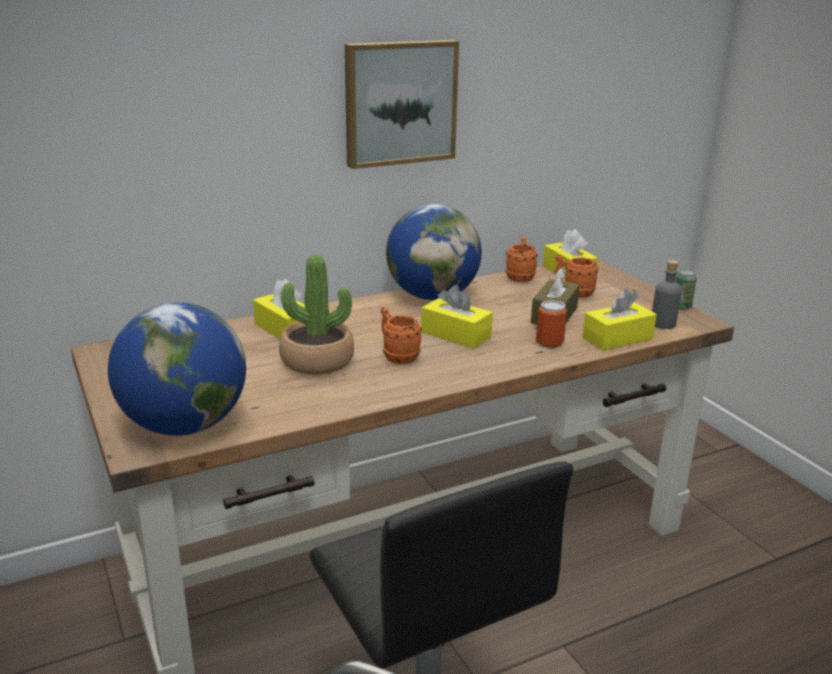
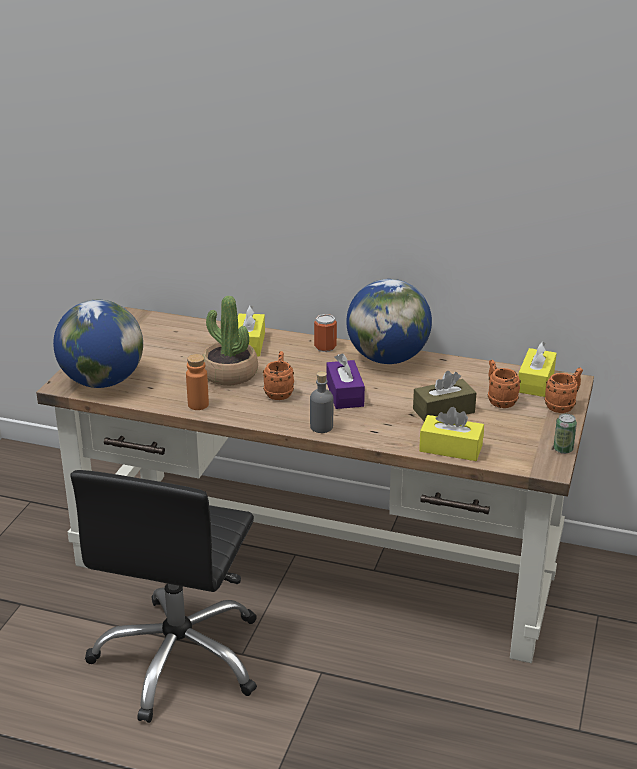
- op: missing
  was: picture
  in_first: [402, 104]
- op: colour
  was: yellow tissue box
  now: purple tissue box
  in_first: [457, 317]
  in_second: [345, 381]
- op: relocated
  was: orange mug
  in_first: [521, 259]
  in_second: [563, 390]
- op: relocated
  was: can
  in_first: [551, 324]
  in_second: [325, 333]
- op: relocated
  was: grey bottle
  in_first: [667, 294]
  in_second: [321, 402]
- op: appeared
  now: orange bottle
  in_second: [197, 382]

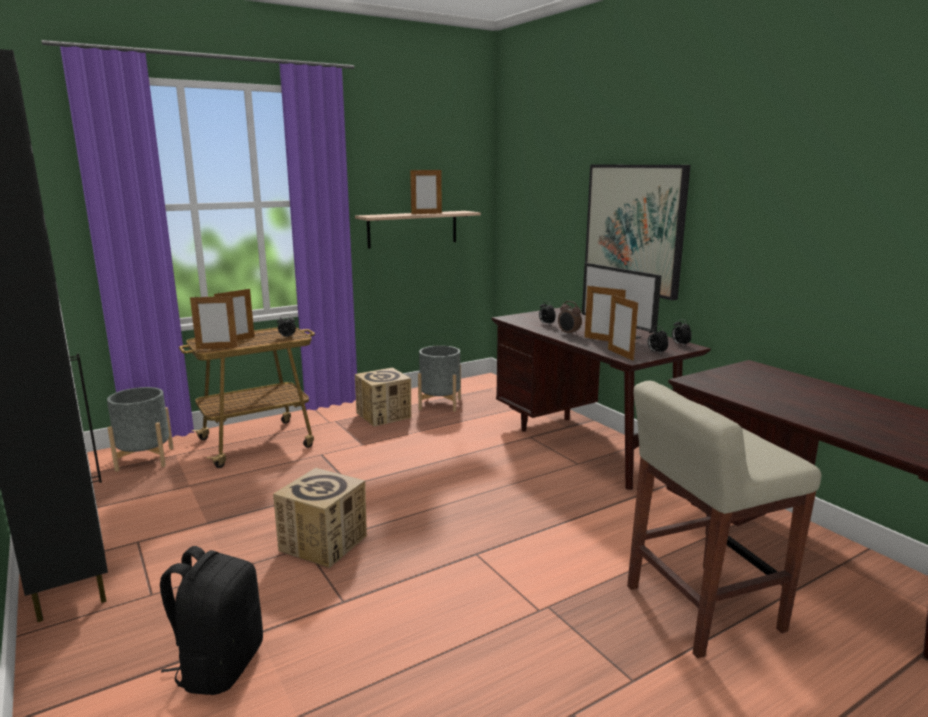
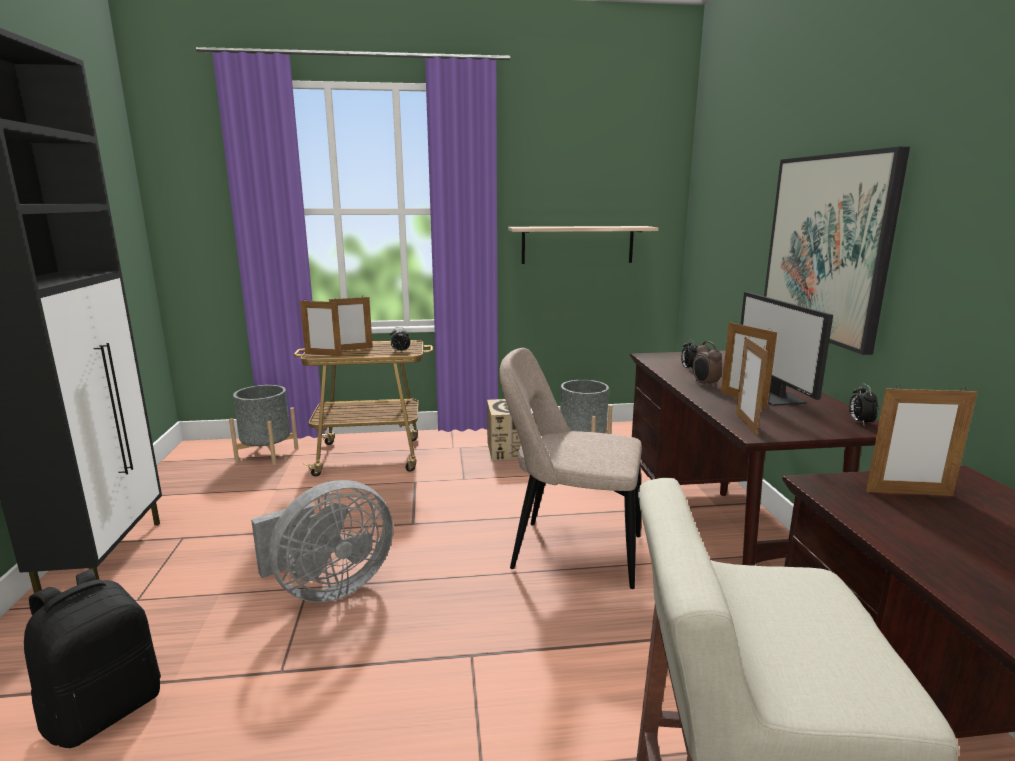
- op: exchanged
  was: cardboard box
  now: grey fan
  in_first: [320, 518]
  in_second: [322, 541]
- op: relocated
  was: picture frame
  in_first: [426, 191]
  in_second: [921, 440]
- op: missing
  was: alarm clock
  in_first: [658, 339]
- op: appeared
  now: beige chair
  in_second: [570, 468]

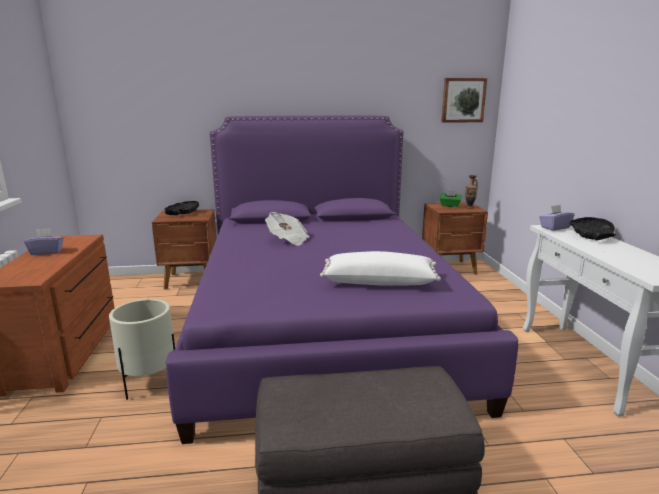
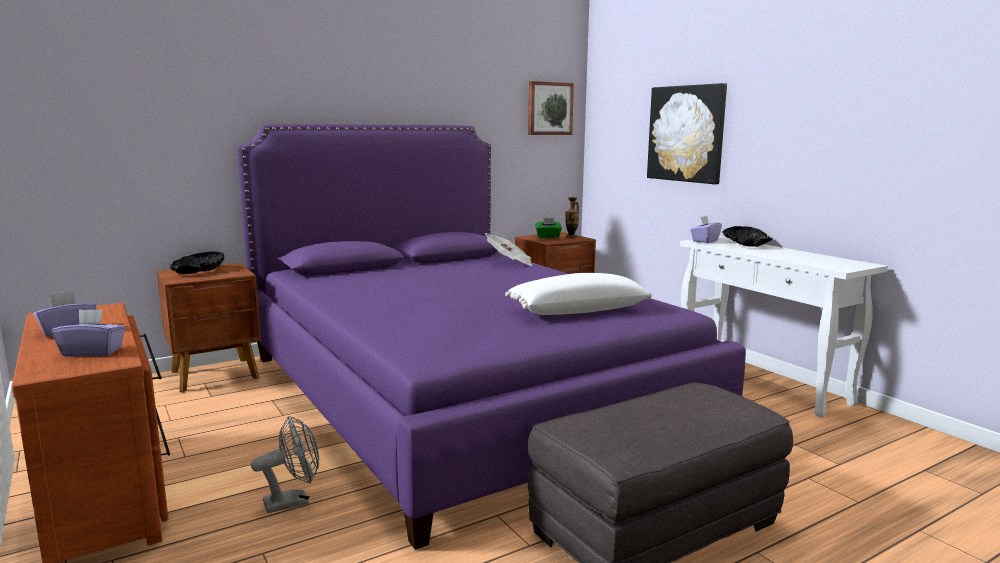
- op: exchanged
  was: beige planter
  now: grey fan
  in_first: [142, 349]
  in_second: [285, 464]
- op: relocated
  was: newspaper
  in_first: [287, 229]
  in_second: [508, 249]
- op: appeared
  now: purple tissue box
  in_second: [89, 333]
- op: appeared
  now: picture
  in_second: [687, 133]

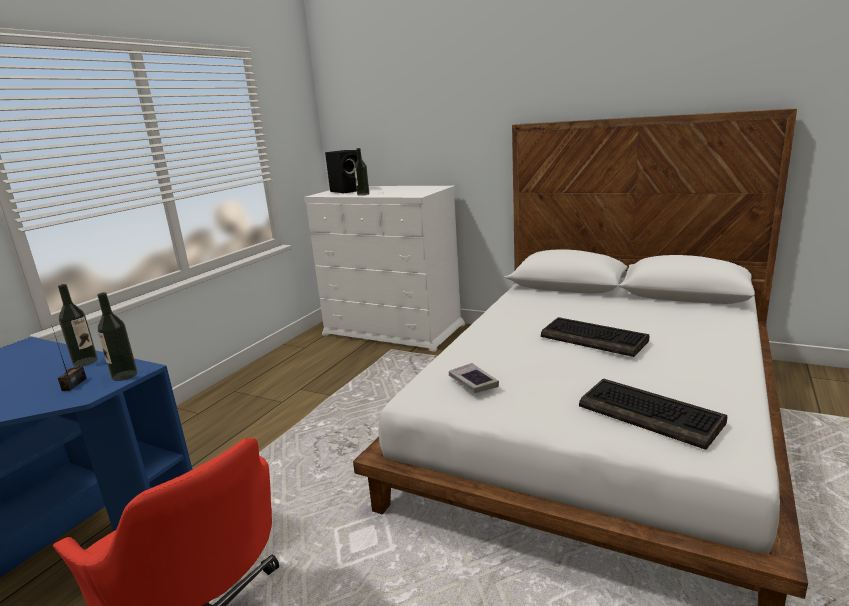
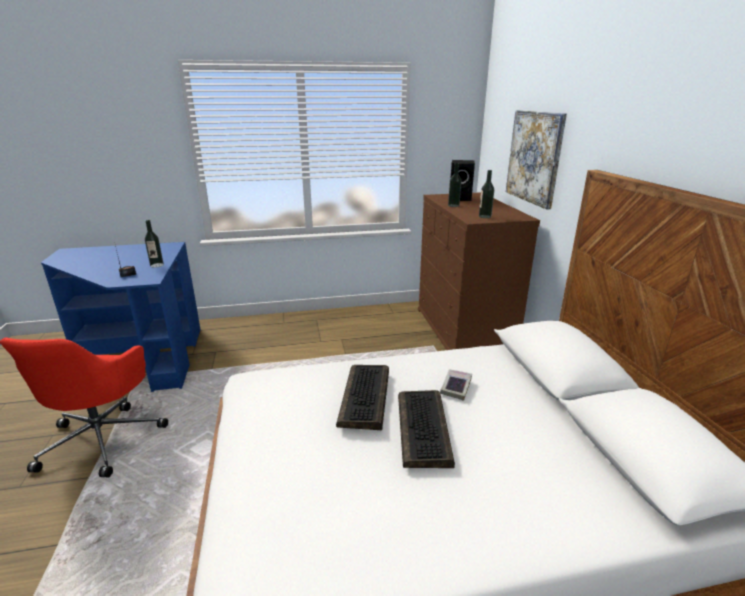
- op: relocated
  was: bottle
  in_first: [117, 336]
  in_second: [486, 194]
- op: colour
  was: white dresser
  now: brown dresser
  in_first: [384, 269]
  in_second: [479, 271]
- op: relocated
  was: book
  in_first: [474, 378]
  in_second: [456, 385]
- op: relocated
  was: keyboard
  in_first: [653, 414]
  in_second: [362, 397]
- op: appeared
  now: picture
  in_second: [536, 160]

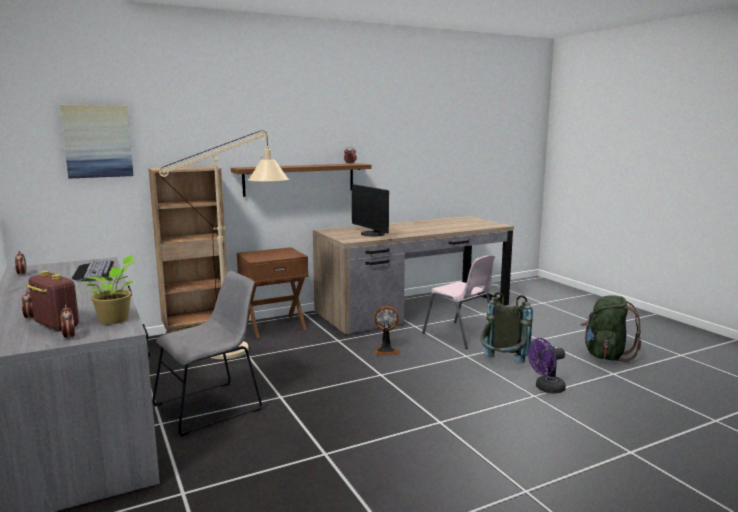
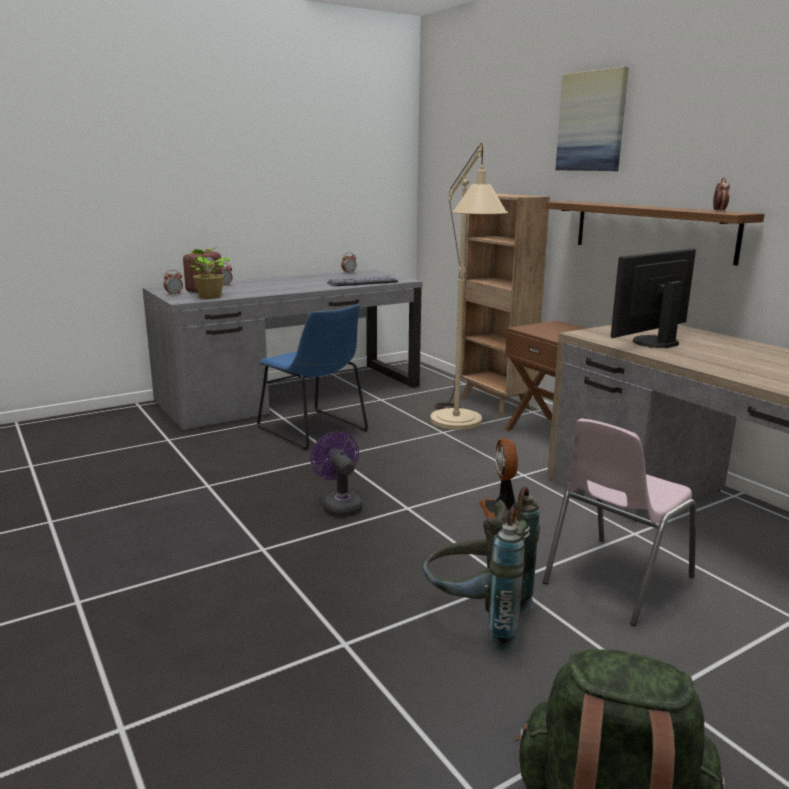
- op: relocated
  was: picture
  in_first: [96, 142]
  in_second: [592, 118]
- op: colour
  was: grey chair
  now: blue chair
  in_first: [207, 354]
  in_second: [312, 377]
- op: relocated
  was: purple fan
  in_first: [547, 366]
  in_second: [336, 474]

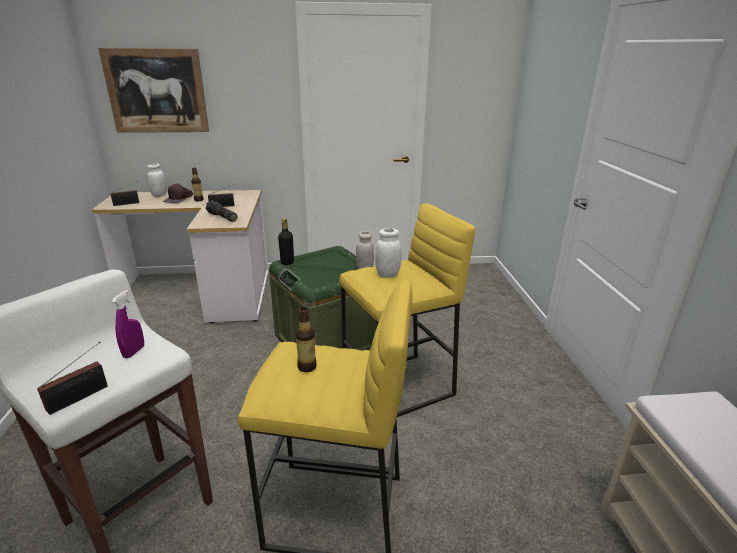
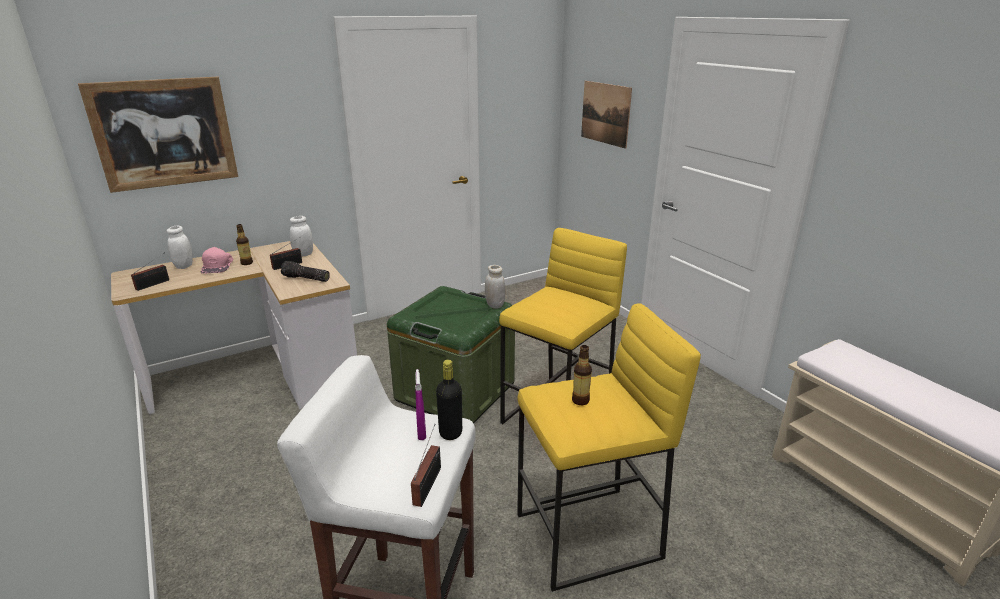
- op: colour
  was: brown cap
  now: pink cap
  in_first: [178, 193]
  in_second: [216, 260]
- op: relocated
  was: black bottle
  in_first: [286, 241]
  in_second: [449, 400]
- op: relocated
  was: white jar
  in_first: [388, 253]
  in_second: [301, 236]
- op: appeared
  now: picture
  in_second: [606, 115]

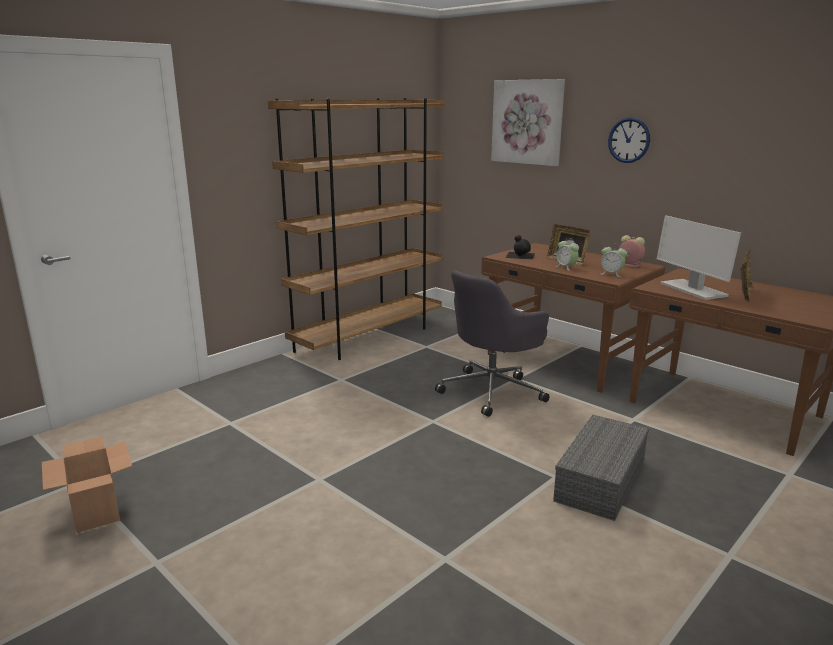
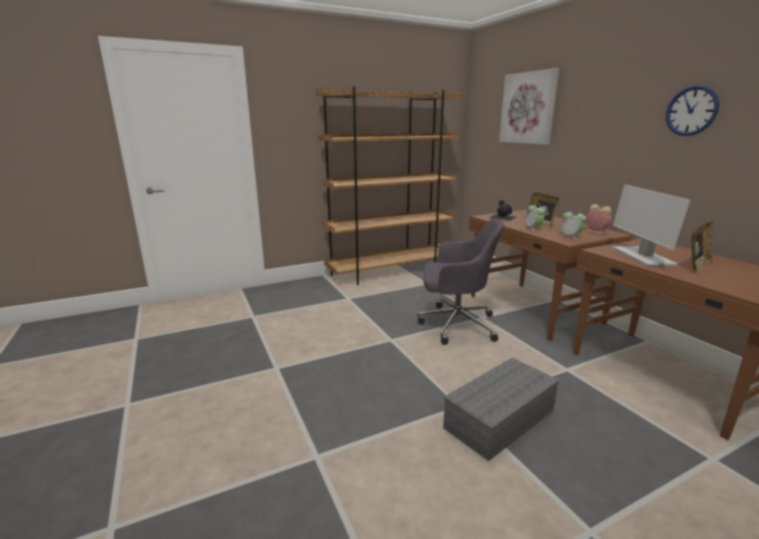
- op: missing
  was: cardboard box
  in_first: [87, 485]
- op: spun
  was: grey office chair
  in_first: [492, 343]
  in_second: [460, 282]
  clockwise: -150
- op: relocated
  was: wall clock
  in_first: [629, 140]
  in_second: [692, 110]

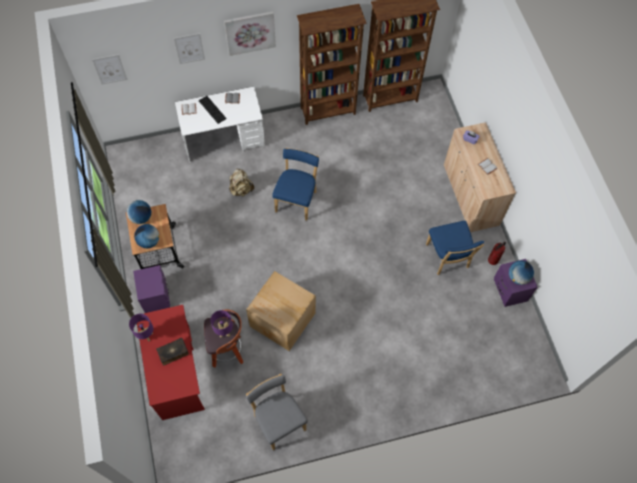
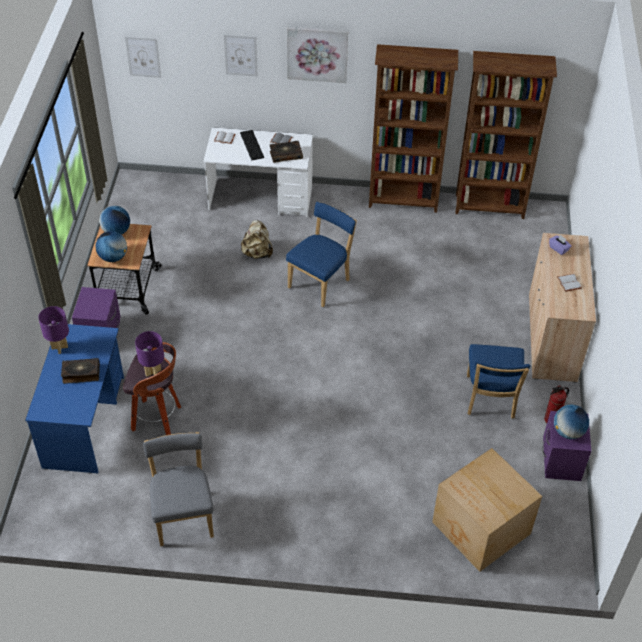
- op: colour
  was: red desk
  now: blue desk
  in_first: [171, 362]
  in_second: [74, 398]
- op: relocated
  was: cardboard box
  in_first: [281, 311]
  in_second: [487, 510]
- op: appeared
  now: book
  in_second: [286, 152]

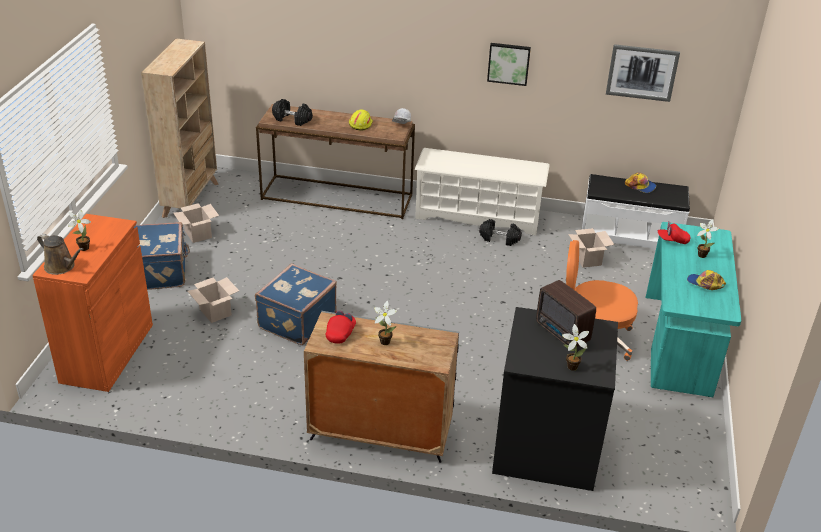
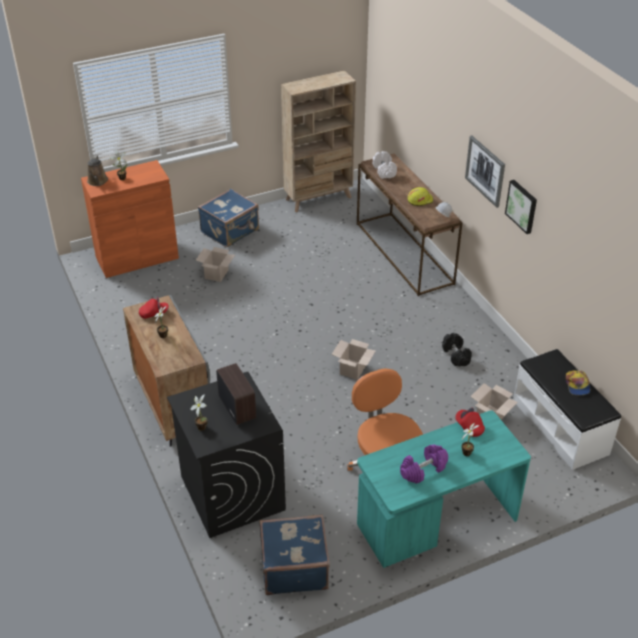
- op: relocated
  was: cardboard box
  in_first: [196, 223]
  in_second: [354, 359]
- op: relocated
  was: blue suitcase
  in_first: [296, 304]
  in_second: [294, 554]
- op: colour
  was: black dumbbell
  now: white dumbbell
  in_first: [292, 112]
  in_second: [385, 165]
- op: missing
  was: white shoe rack
  in_first: [482, 191]
- op: spun
  was: radio
  in_first: [566, 314]
  in_second: [236, 394]
  clockwise: 135
- op: relocated
  was: picture
  in_first: [643, 73]
  in_second: [485, 171]
- op: exchanged
  was: cap
  now: purple dumbbell
  in_first: [706, 280]
  in_second: [424, 464]

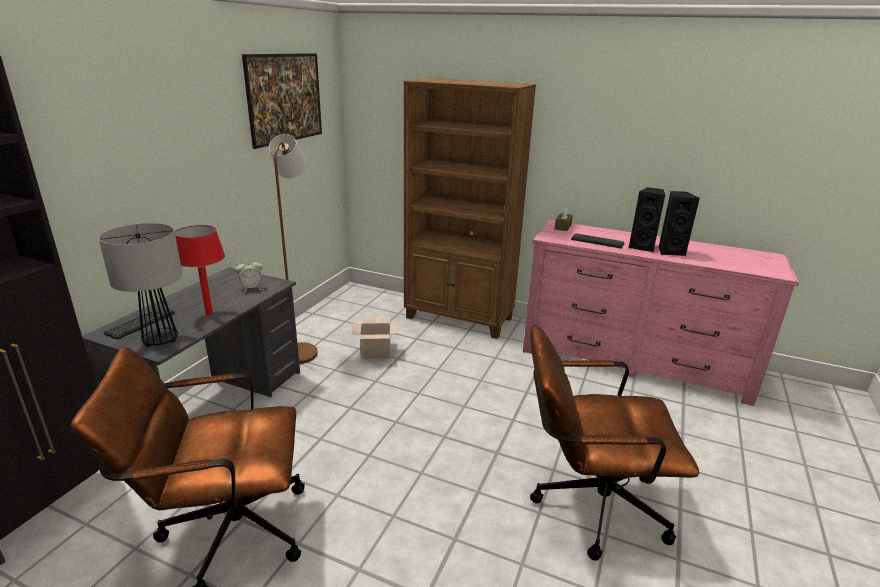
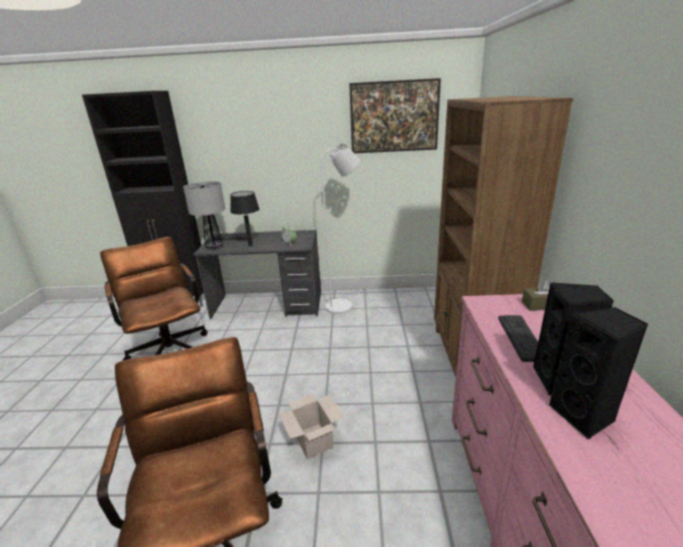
- op: colour
  was: red table lamp
  now: black table lamp
  in_first: [200, 270]
  in_second: [245, 218]
- op: colour
  was: brown floor lamp
  now: white floor lamp
  in_first: [293, 249]
  in_second: [340, 228]
- op: relocated
  was: cardboard box
  in_first: [375, 338]
  in_second: [311, 426]

